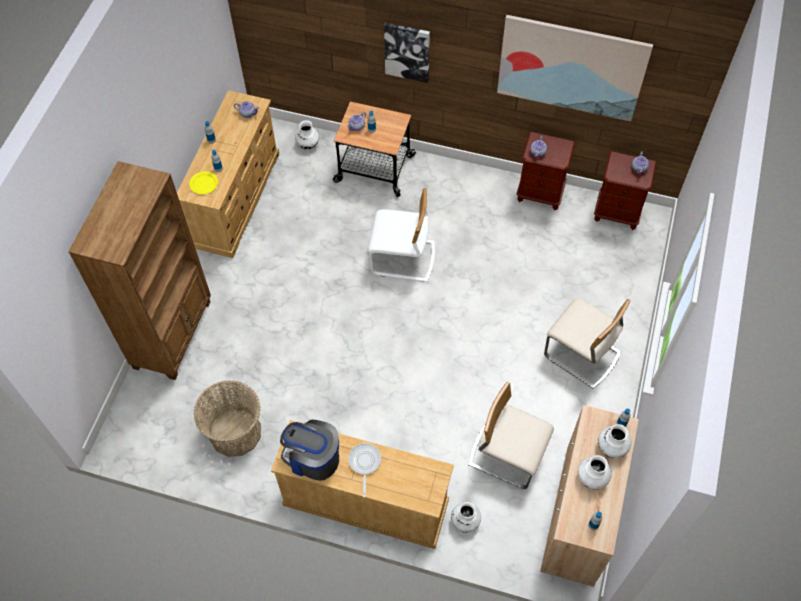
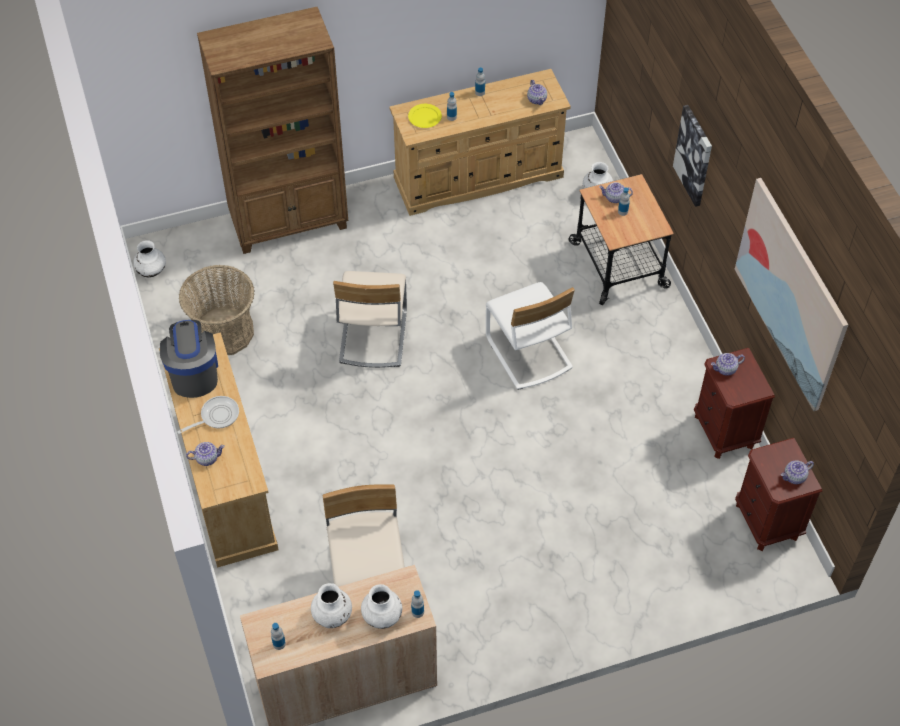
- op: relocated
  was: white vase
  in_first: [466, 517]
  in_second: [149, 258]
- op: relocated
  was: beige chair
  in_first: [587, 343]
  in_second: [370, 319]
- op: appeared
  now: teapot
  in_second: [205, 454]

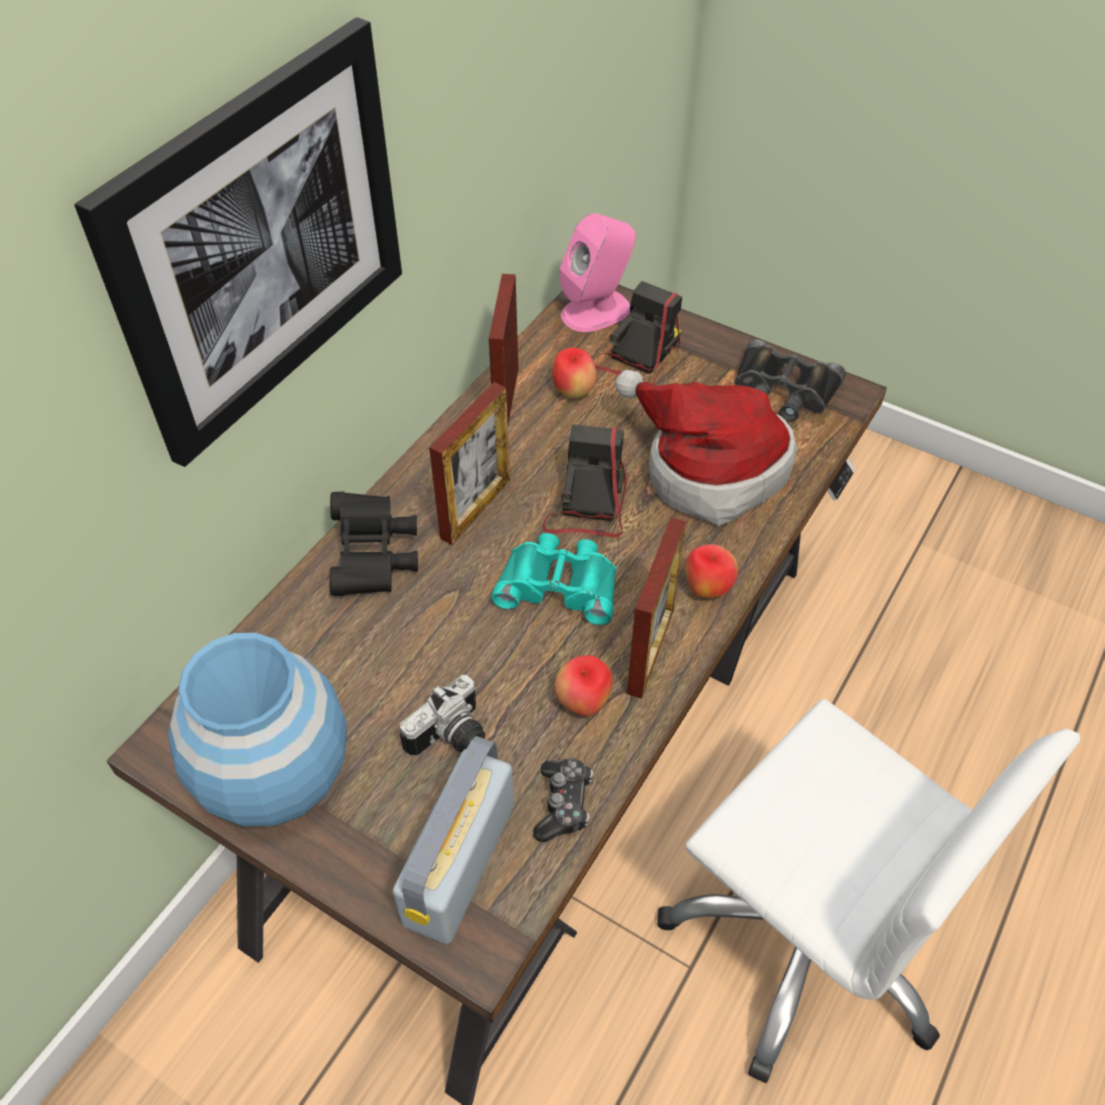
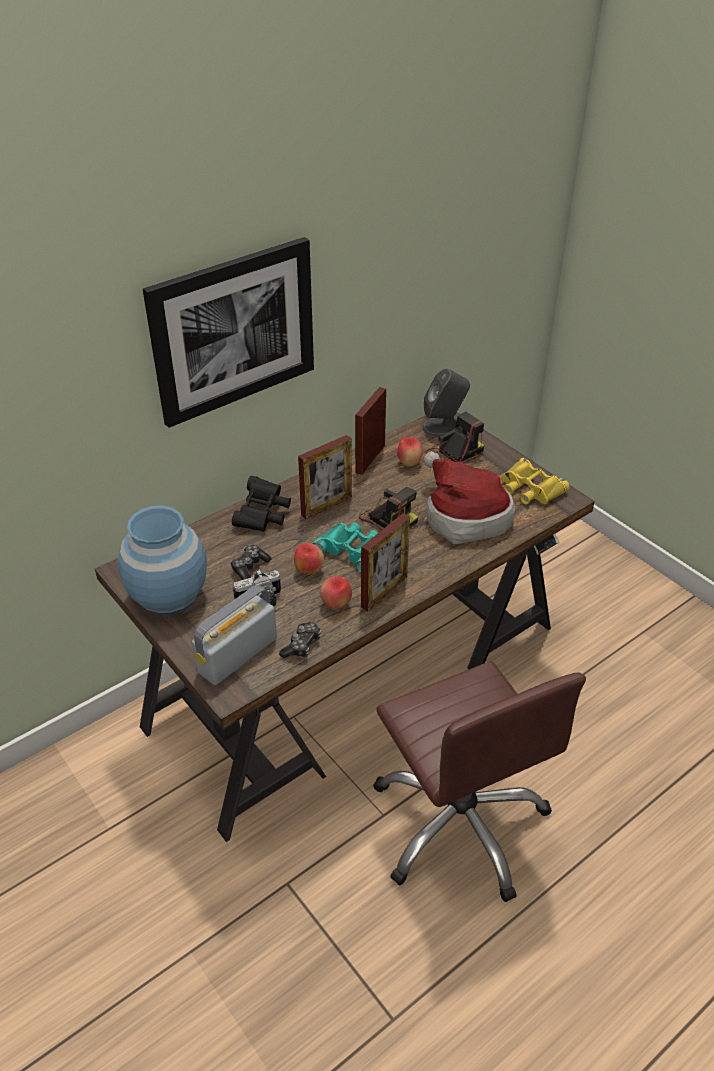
- op: spun
  was: photo camera
  in_first: [584, 481]
  in_second: [388, 508]
  clockwise: 105
- op: colour
  was: pink speaker
  now: grey speaker
  in_first: [597, 272]
  in_second: [446, 403]
- op: colour
  was: white office chair
  now: brown office chair
  in_first: [868, 891]
  in_second: [479, 781]
- op: relocated
  was: apple
  in_first: [711, 571]
  in_second: [309, 559]
- op: colour
  was: black binoculars
  now: yellow binoculars
  in_first: [790, 380]
  in_second: [536, 481]
- op: appeared
  now: game controller
  in_second: [250, 562]

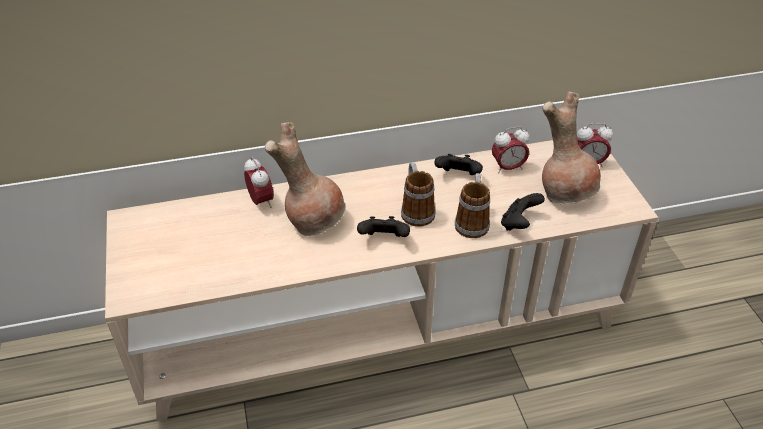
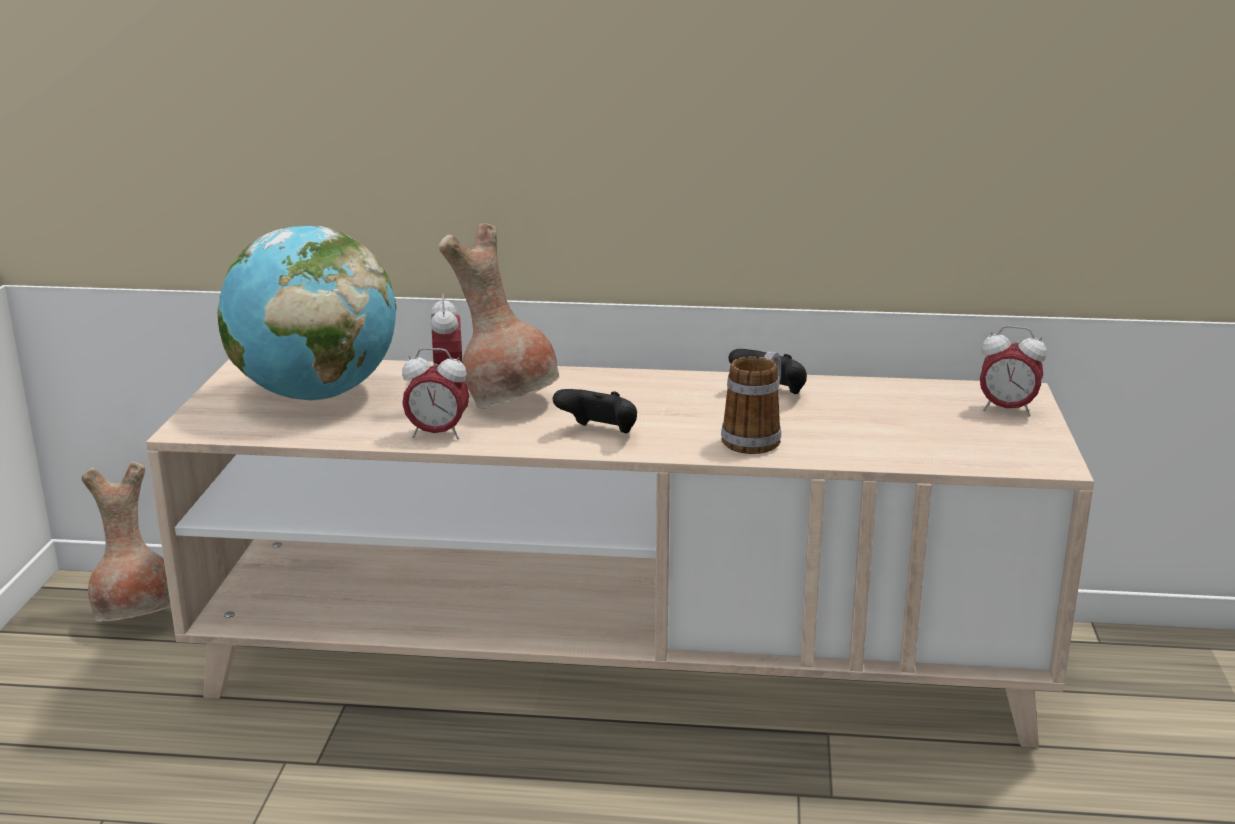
- op: missing
  was: mug
  in_first: [418, 194]
- op: relocated
  was: alarm clock
  in_first: [511, 150]
  in_second: [435, 394]
- op: missing
  was: black game controller
  in_first: [523, 212]
- op: relocated
  was: brown vase
  in_first: [571, 148]
  in_second: [126, 542]
- op: appeared
  now: globe
  in_second: [307, 312]

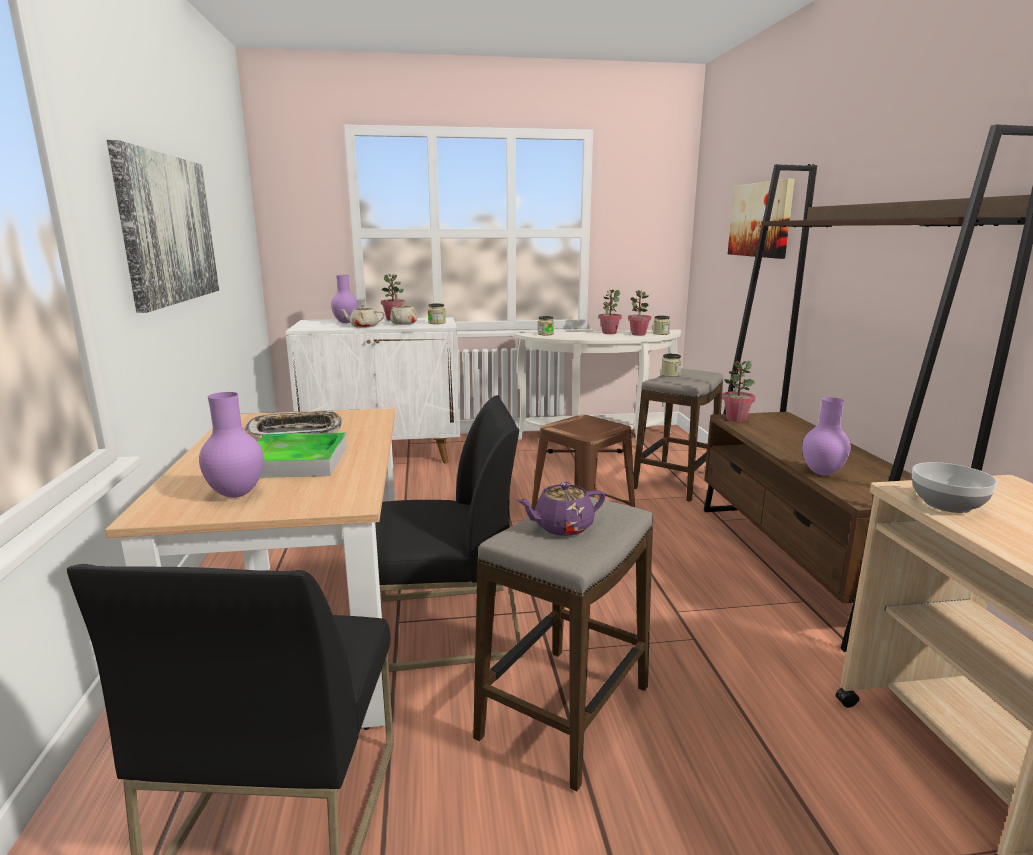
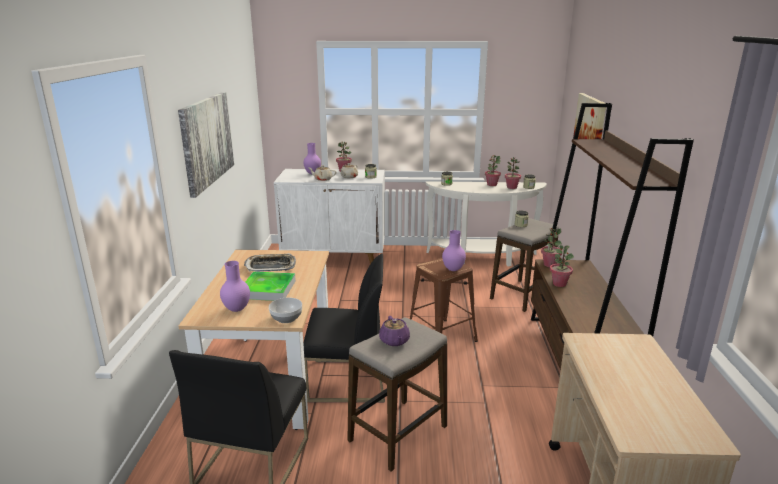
- op: spun
  was: purple teapot
  in_first: [560, 509]
  in_second: [394, 331]
  clockwise: -90
- op: relocated
  was: purple vase
  in_first: [826, 436]
  in_second: [454, 250]
- op: relocated
  was: bowl
  in_first: [954, 487]
  in_second: [285, 310]
- op: appeared
  now: potted plant
  in_second: [562, 266]

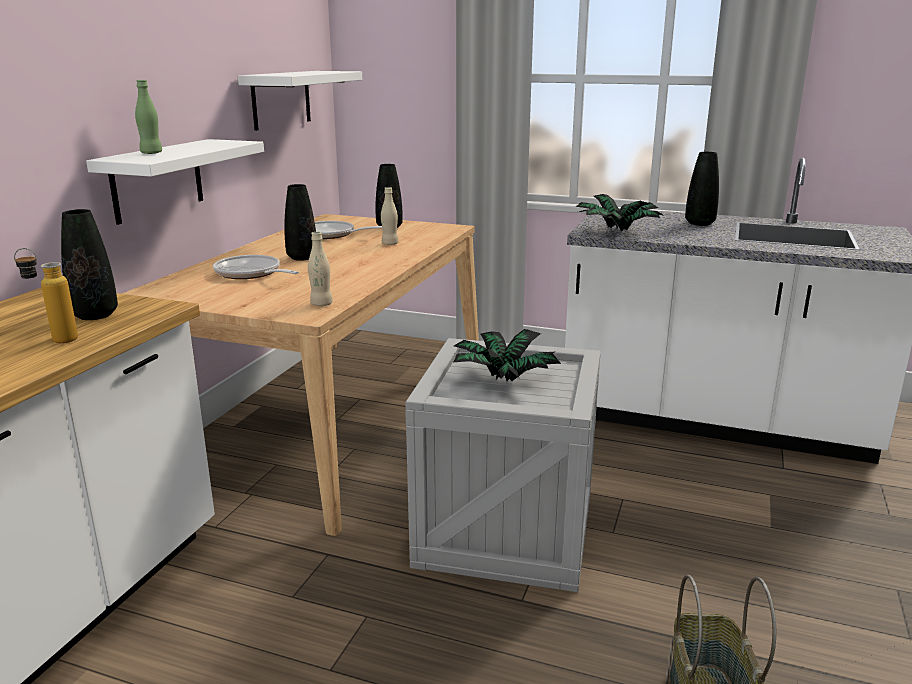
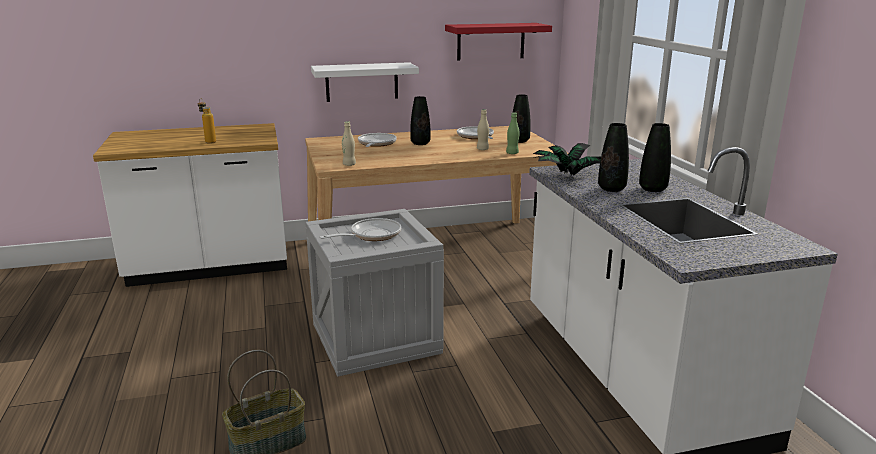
- op: relocated
  was: black vase
  in_first: [89, 264]
  in_second: [613, 157]
- op: relocated
  was: green bottle
  in_first: [148, 117]
  in_second: [513, 133]
- op: colour
  was: white shelf
  now: red shelf
  in_first: [300, 101]
  in_second: [498, 42]
- op: exchanged
  was: potted plant
  now: frying pan
  in_first: [507, 355]
  in_second: [360, 229]

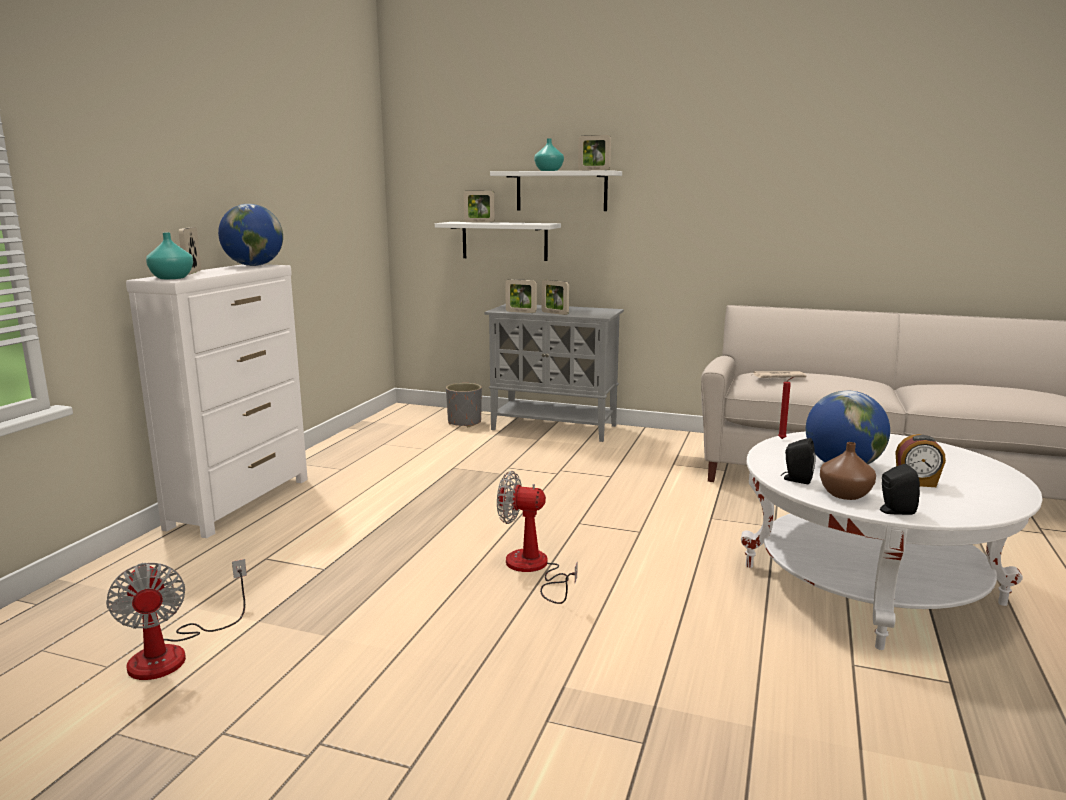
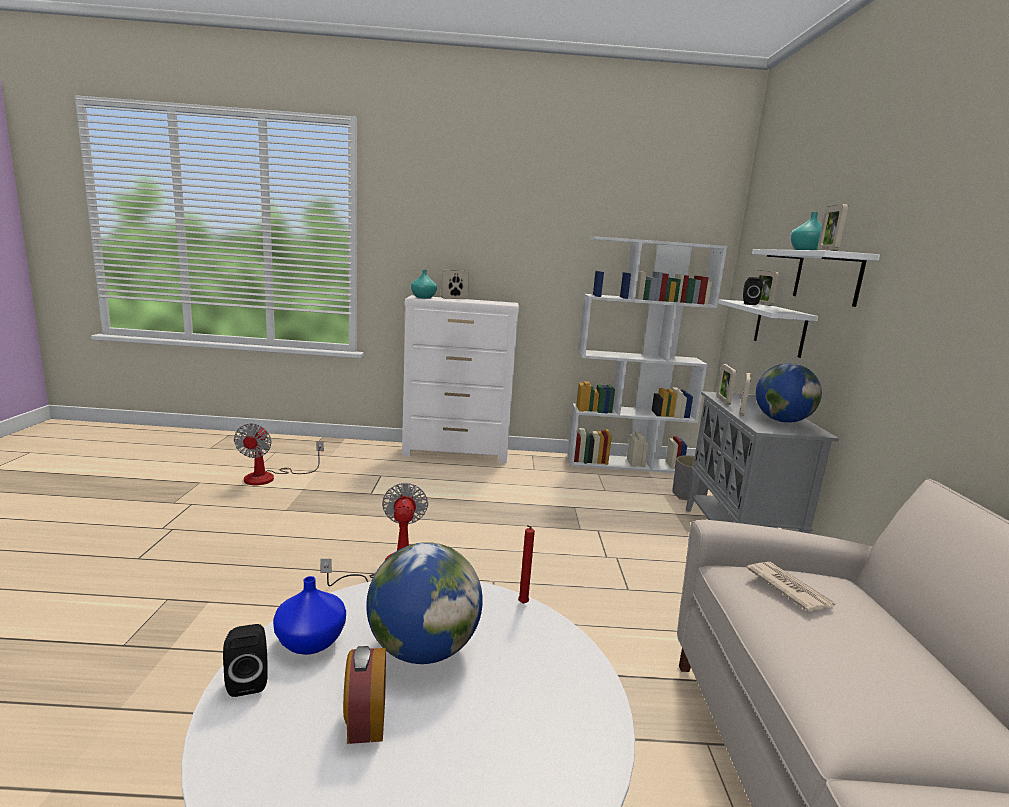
- op: spun
  was: fan
  in_first: [176, 619]
  in_second: [279, 454]
  clockwise: -45
- op: relocated
  was: globe
  in_first: [250, 235]
  in_second: [789, 393]
- op: relocated
  was: black speaker
  in_first: [798, 461]
  in_second: [753, 291]
- op: colour
  was: brown vase
  now: blue vase
  in_first: [848, 471]
  in_second: [309, 615]
- op: appeared
  now: white bookcase
  in_second: [647, 354]

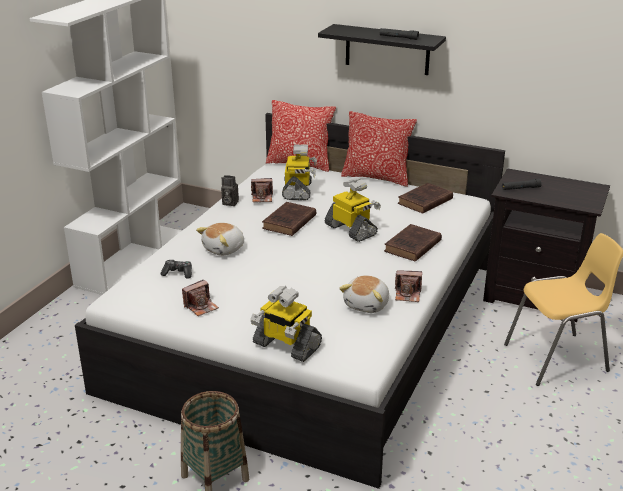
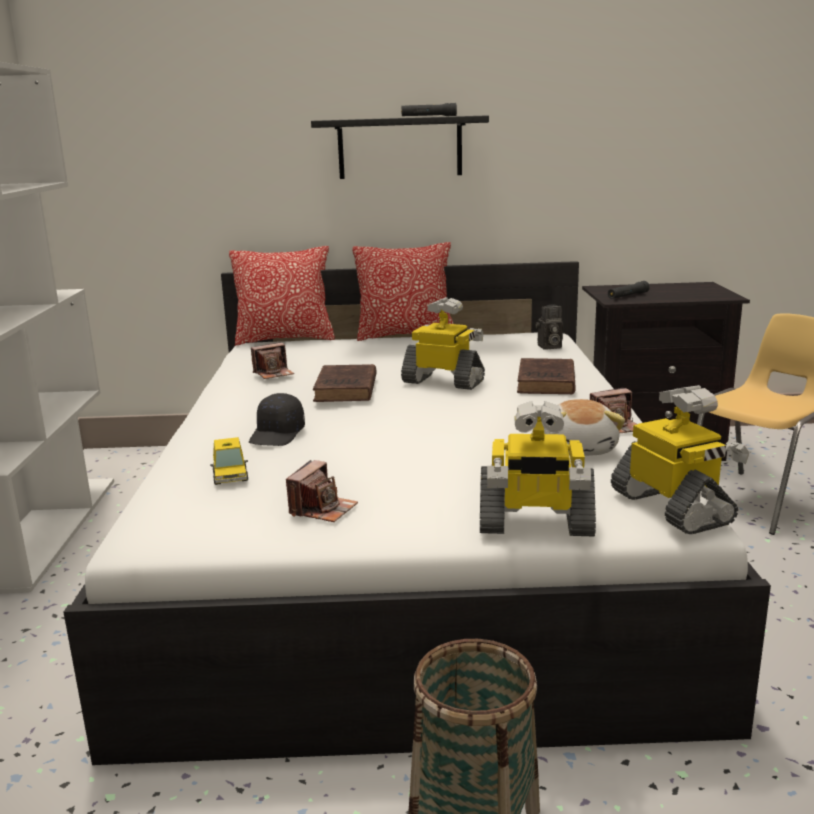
- op: exchanged
  was: game controller
  now: toy car
  in_first: [176, 269]
  in_second: [229, 461]
- op: exchanged
  was: plush toy
  now: black cap
  in_first: [220, 239]
  in_second: [277, 419]
- op: relocated
  was: photo camera
  in_first: [230, 190]
  in_second: [549, 327]
- op: relocated
  was: toy robot
  in_first: [299, 172]
  in_second: [680, 459]
- op: missing
  was: brown book
  in_first: [425, 198]

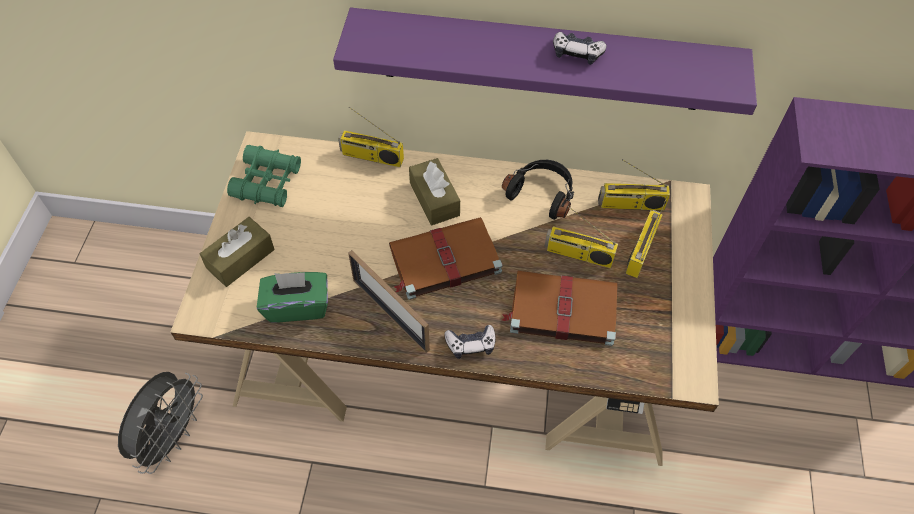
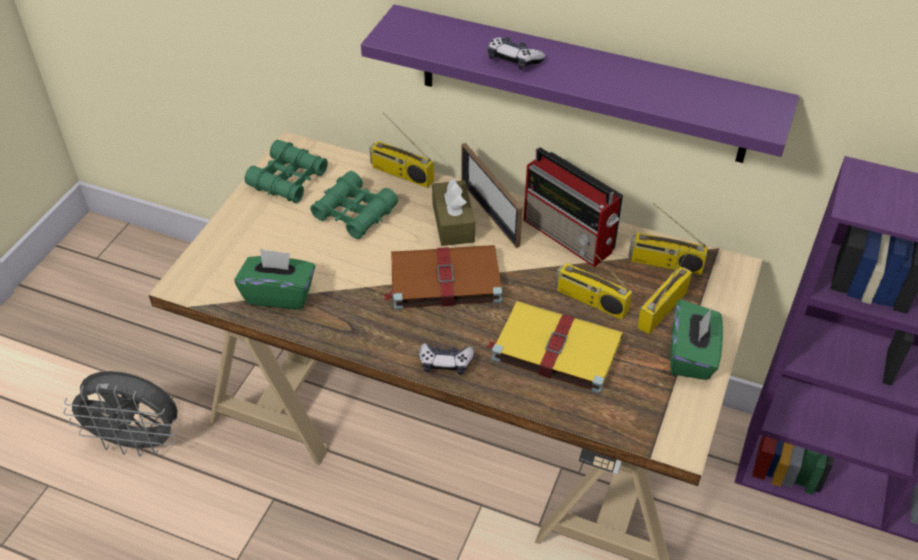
- op: spun
  was: grey fan
  in_first: [160, 423]
  in_second: [120, 413]
  clockwise: 60
- op: missing
  was: brown tissue box
  in_first: [237, 252]
- op: relocated
  was: picture frame
  in_first: [389, 301]
  in_second: [492, 195]
- op: colour
  was: brown book
  now: yellow book
  in_first: [559, 308]
  in_second: [554, 347]
- op: exchanged
  was: black headphones
  now: radio
  in_first: [538, 190]
  in_second: [573, 207]
- op: relocated
  was: game controller
  in_first: [579, 48]
  in_second: [516, 53]
- op: appeared
  now: green binoculars
  in_second: [354, 205]
- op: appeared
  now: green tissue box
  in_second: [696, 339]

